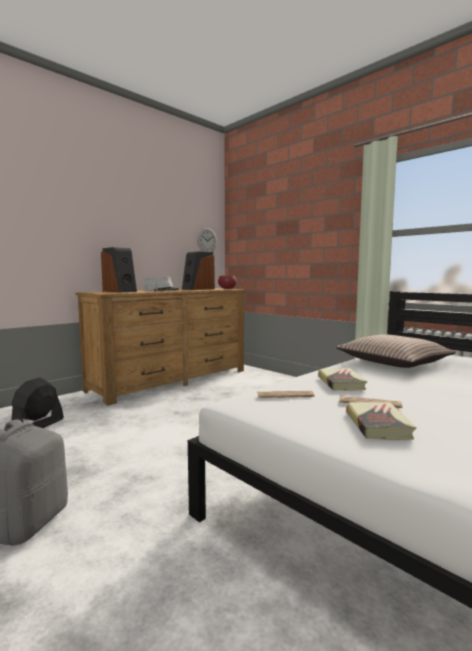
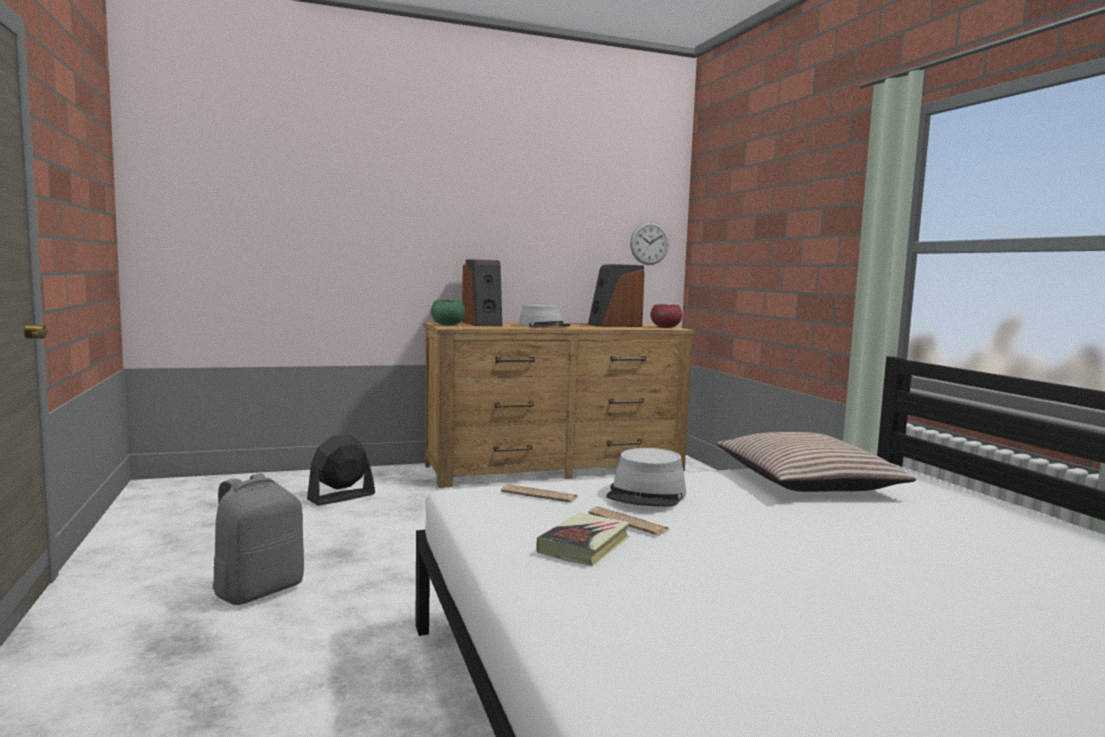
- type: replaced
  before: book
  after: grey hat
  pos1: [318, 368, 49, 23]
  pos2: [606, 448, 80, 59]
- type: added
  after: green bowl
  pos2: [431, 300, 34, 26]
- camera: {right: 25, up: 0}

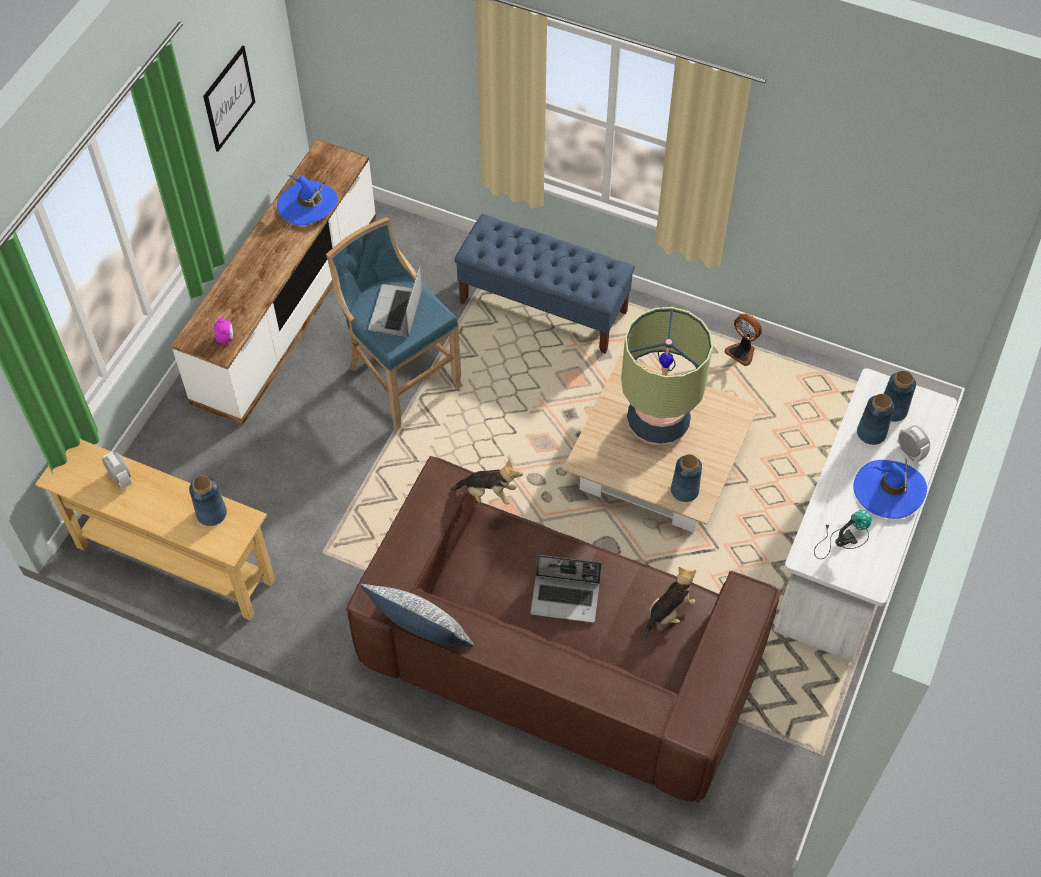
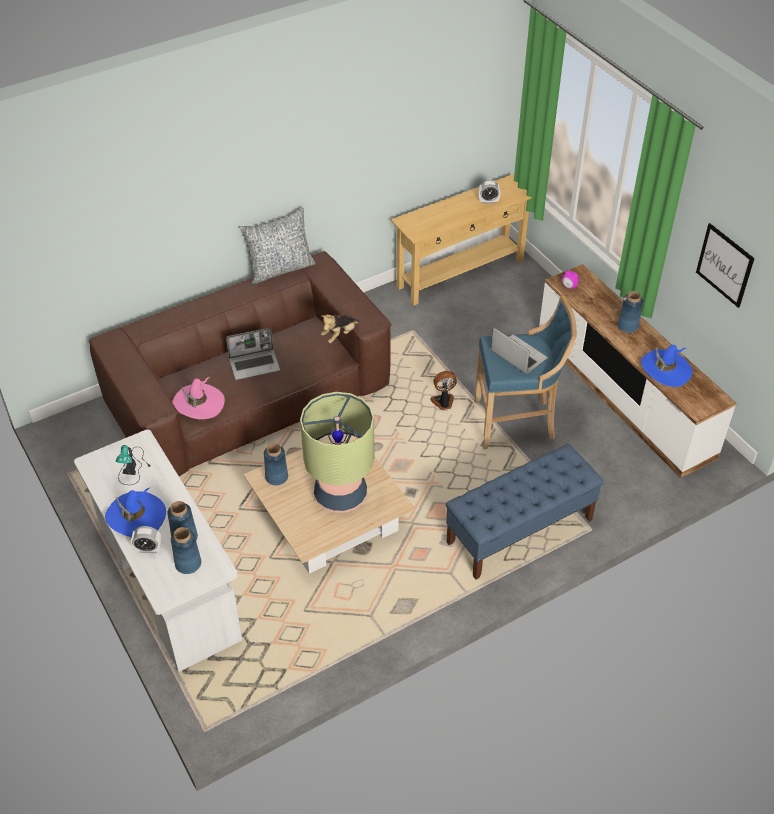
- type: moved
  before: blue vase
  pos1: [189, 475, 38, 51]
  pos2: [617, 291, 26, 42]
- type: turned
  before: laptop
  pos1: [530, 555, 72, 68]
  pos2: [226, 328, 54, 52]
  turn: -150
- type: replaced
  before: plush toy
  after: pink hat
  pos1: [644, 567, 52, 72]
  pos2: [172, 377, 53, 42]
- type: moved
  before: fan
  pos1: [724, 313, 38, 53]
  pos2: [430, 371, 27, 39]
- camera: {right: 125, up: -10}

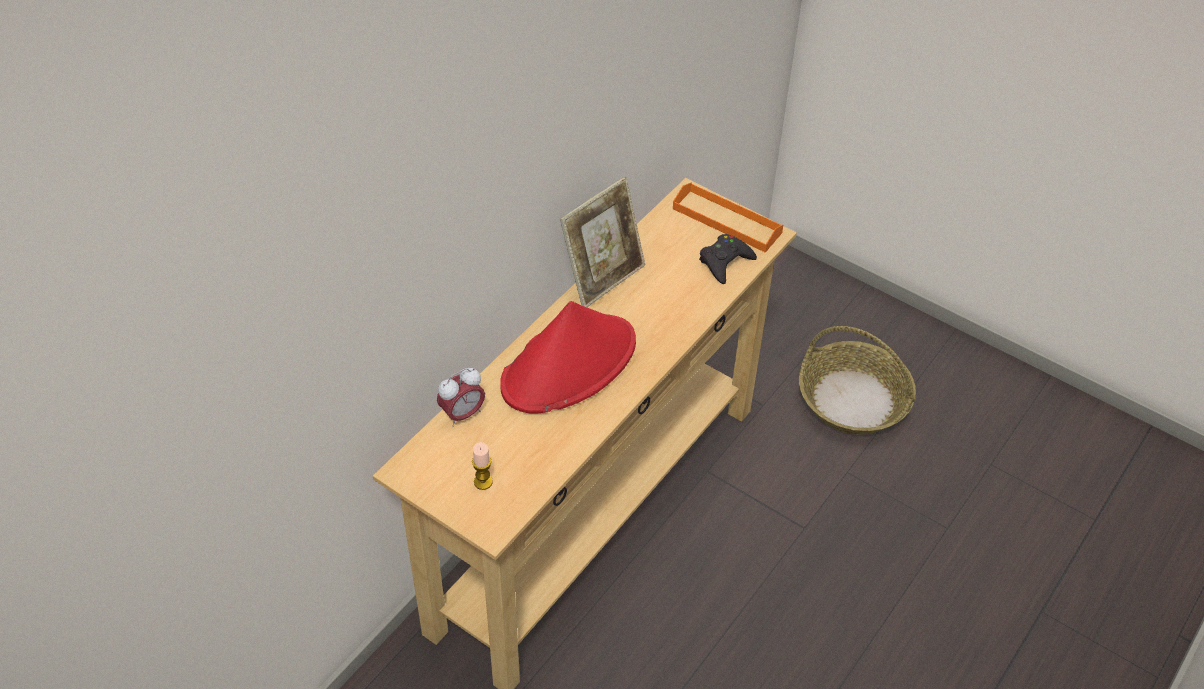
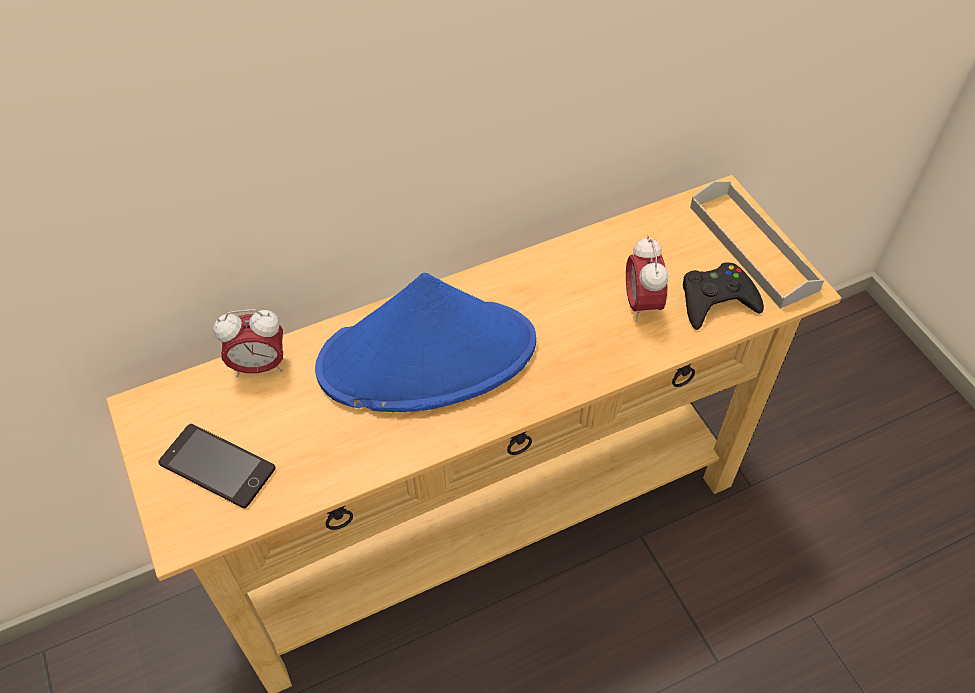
- type: replaced
  before: candle
  after: phone
  pos1: [472, 442, 21, 48]
  pos2: [158, 424, 118, 85]
- type: recoloured
  before: red hat
  after: blue hat
  pos1: [500, 301, 136, 113]
  pos2: [315, 273, 221, 139]
- type: removed
  before: picture frame
  pos1: [560, 177, 85, 130]
- type: recoloured
  before: orange tray
  after: grey tray
  pos1: [673, 183, 110, 70]
  pos2: [690, 181, 134, 128]
- type: removed
  before: basket
  pos1: [799, 326, 117, 108]
- type: added
  after: alarm clock
  pos2: [626, 236, 42, 86]
- camera: {right: 30, up: 5}

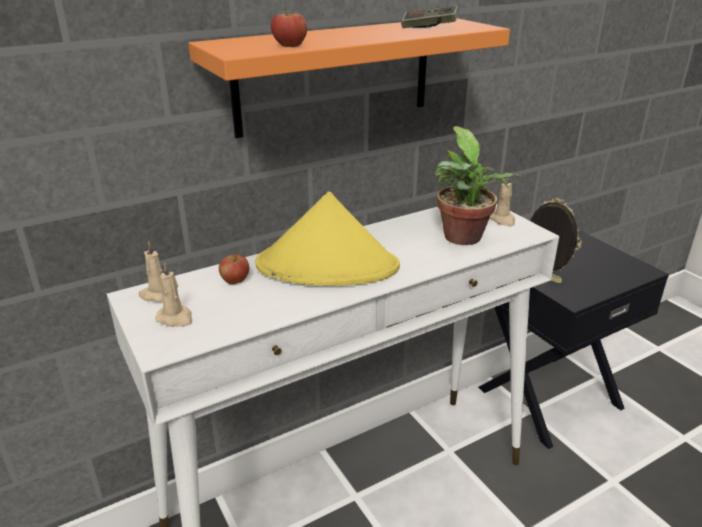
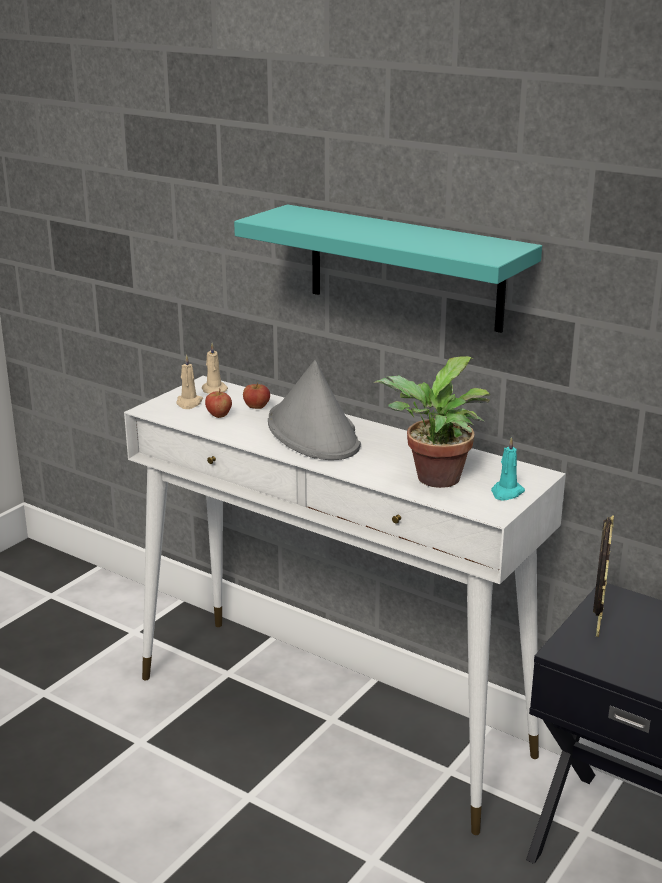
- type: recoloured
  before: orange shelf
  after: turquoise shelf
  pos1: [188, 18, 322, 120]
  pos2: [234, 204, 308, 129]
- type: recoloured
  before: yellow hat
  after: grey hat
  pos1: [255, 192, 145, 94]
  pos2: [268, 360, 93, 100]
- type: moved
  before: apple
  pos1: [271, 7, 36, 40]
  pos2: [205, 388, 27, 30]
- type: removed
  before: game controller
  pos1: [401, 6, 58, 22]
- type: recoloured
  before: beige candle
  after: turquoise candle
  pos1: [489, 178, 26, 48]
  pos2: [491, 437, 34, 63]
- camera: {right: 65, up: -5}

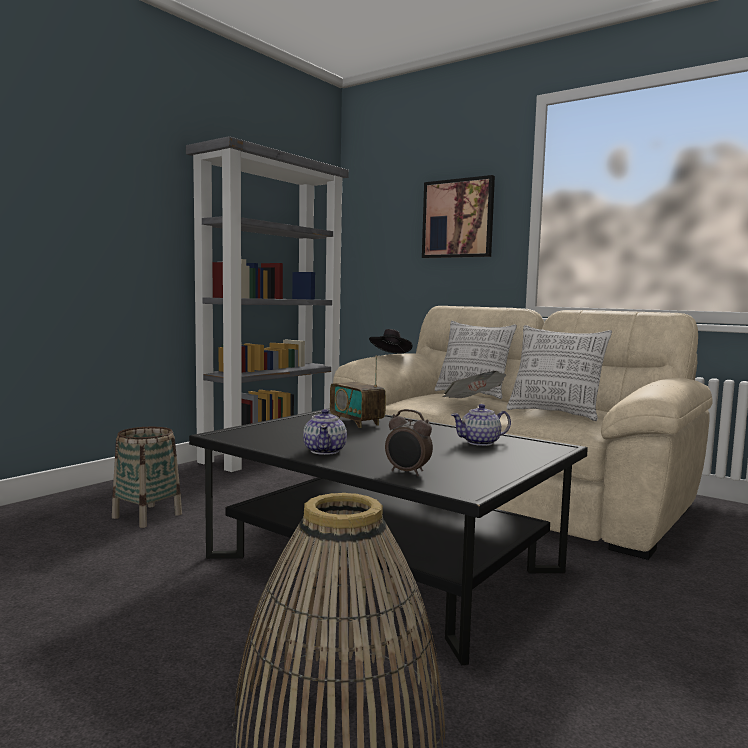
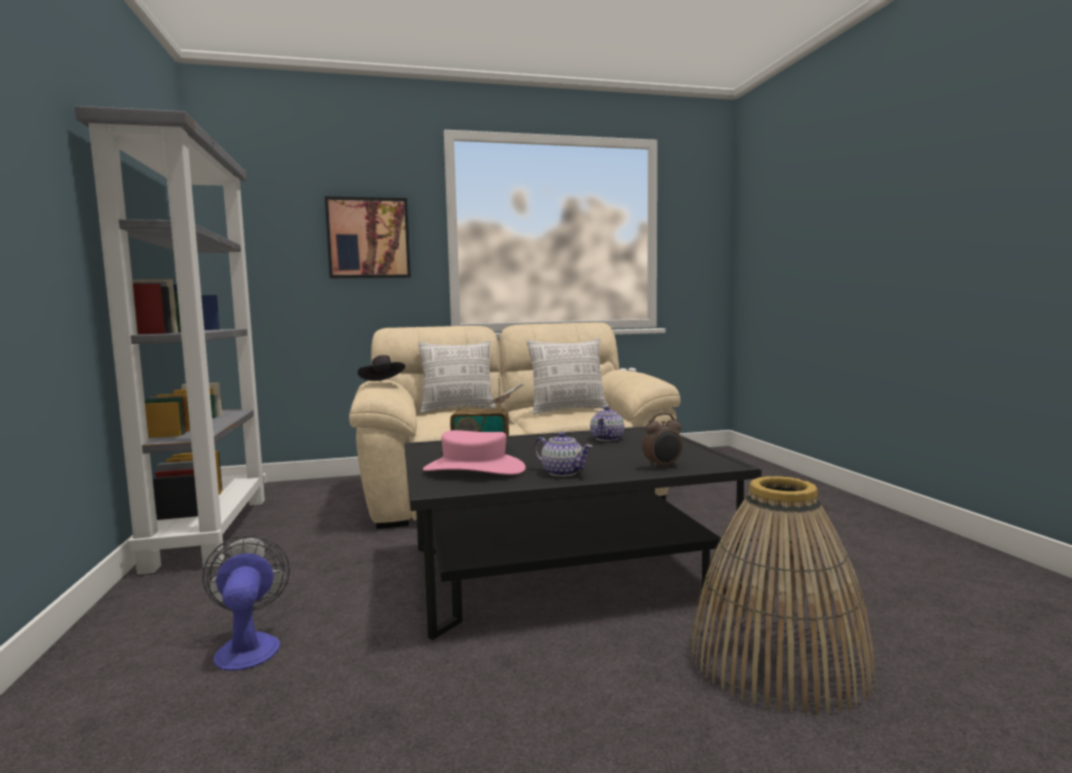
- type: replaced
  before: basket
  after: fan
  pos1: [112, 427, 70, 101]
  pos2: [202, 535, 88, 136]
- type: added
  after: pink hat
  pos2: [423, 430, 103, 45]
- camera: {right: -50, up: 0}

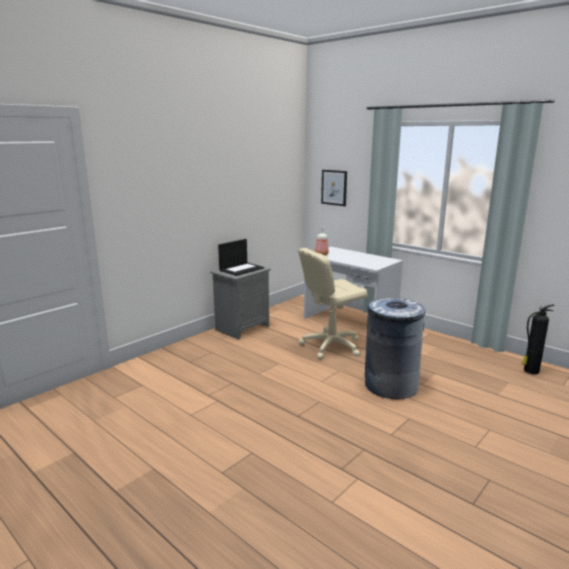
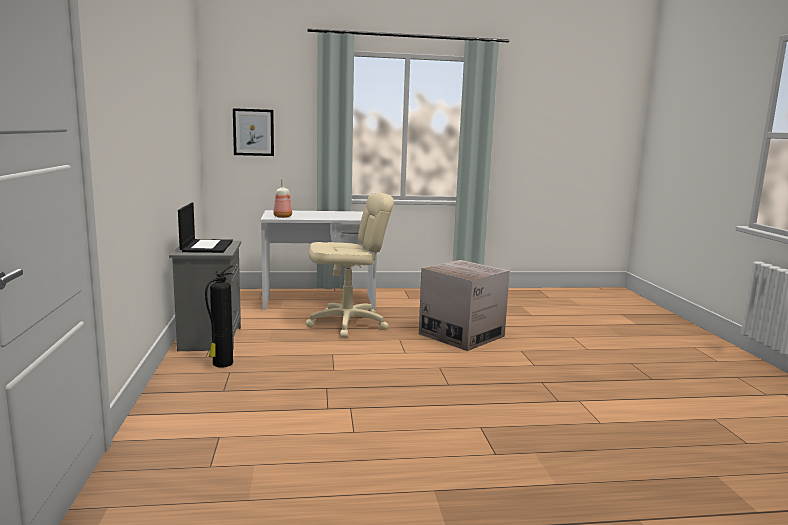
- type: turned
  before: beige office chair
  pos1: [298, 248, 70, 111]
  pos2: [306, 193, 88, 145]
  turn: -120
- type: replaced
  before: grey trash can
  after: cardboard box
  pos1: [365, 298, 60, 101]
  pos2: [419, 260, 91, 91]
- type: moved
  before: fire extinguisher
  pos1: [521, 304, 34, 71]
  pos2: [205, 265, 28, 103]
- camera: {right: -50, up: -5}

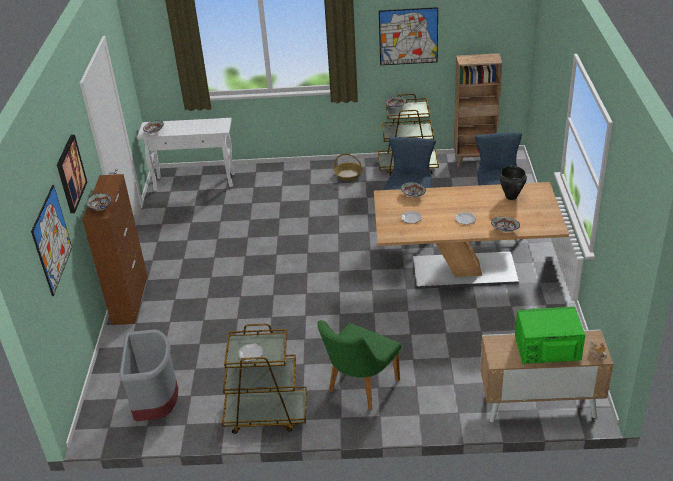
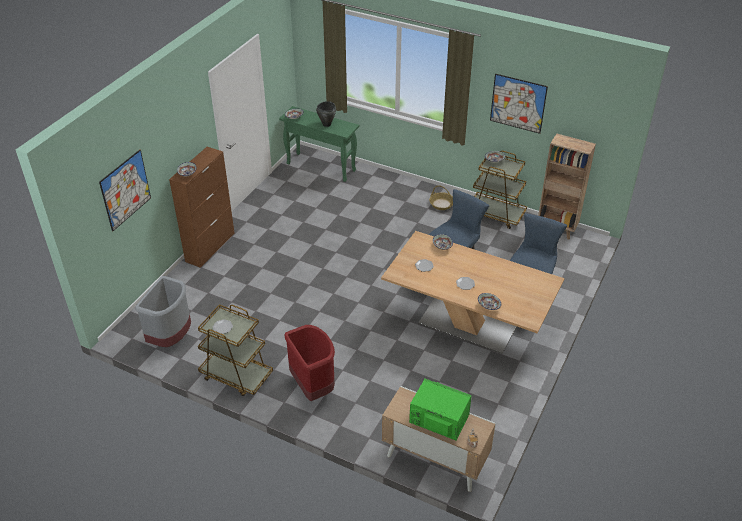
- type: removed
  before: picture
  pos1: [57, 135, 30, 78]
- type: recoloured
  before: white console table
  after: green console table
  pos1: [137, 118, 98, 73]
  pos2: [279, 106, 80, 76]
- type: replaced
  before: green chair
  after: red trash can
  pos1: [317, 320, 84, 91]
  pos2: [284, 325, 51, 76]
- type: moved
  before: black cooking pot
  pos1: [499, 166, 28, 34]
  pos2: [316, 101, 20, 26]
- camera: {right: 25, up: 5}

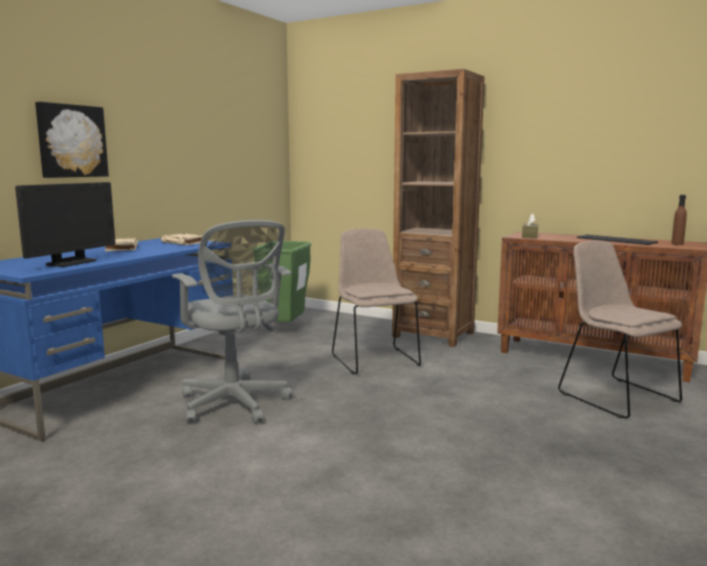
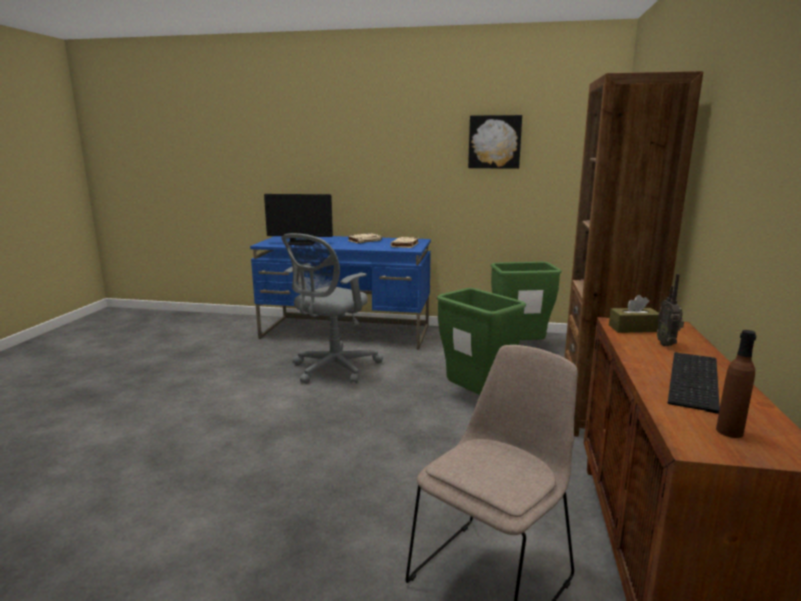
- type: moved
  before: picture
  pos1: [35, 102, 74, 76]
  pos2: [468, 115, 54, 54]
- type: replaced
  before: beige chair
  after: green trash can
  pos1: [332, 228, 89, 147]
  pos2: [437, 288, 89, 107]
- type: added
  after: radio
  pos2: [657, 274, 27, 72]
- camera: {right: 70, up: 5}

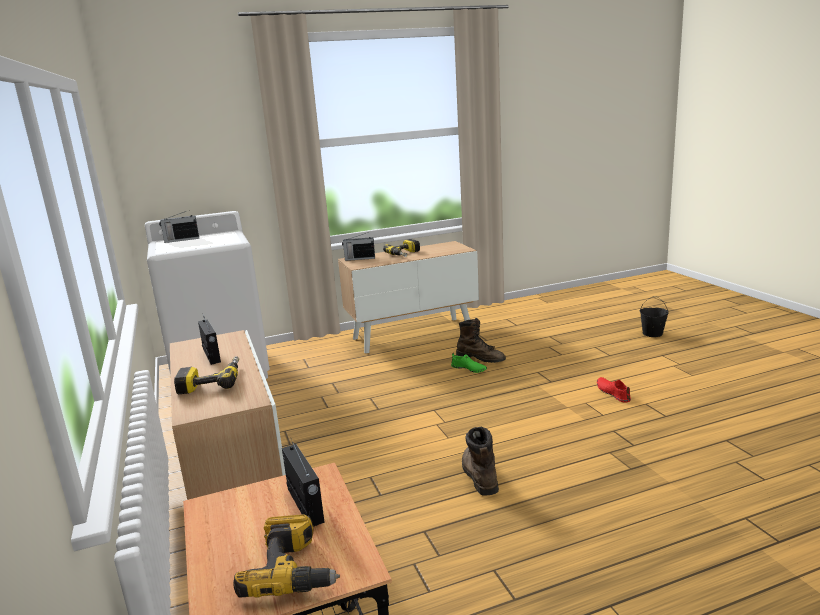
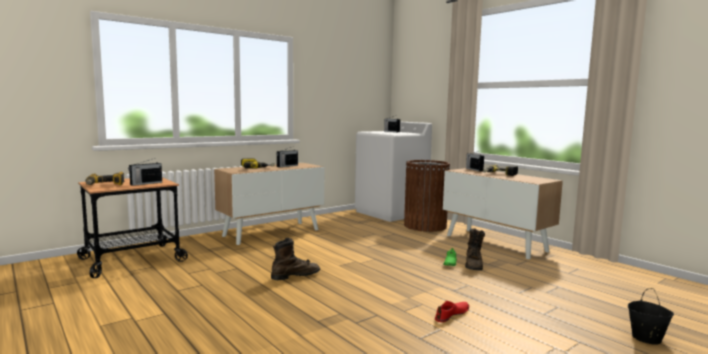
- type: added
  after: brown trash can
  pos2: [404, 160, 46, 72]
- camera: {right: 70, up: -10}

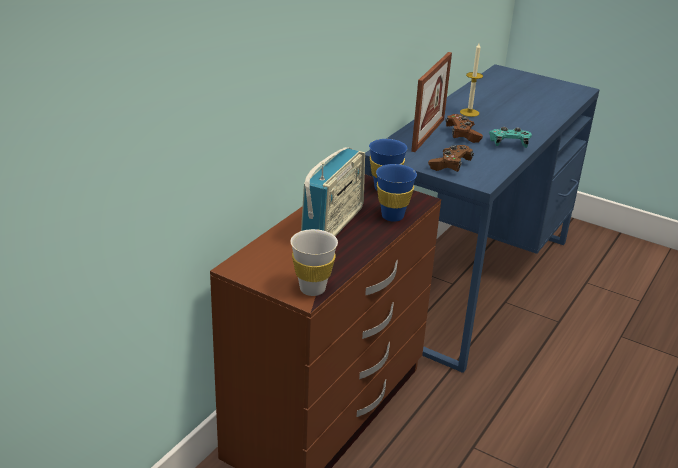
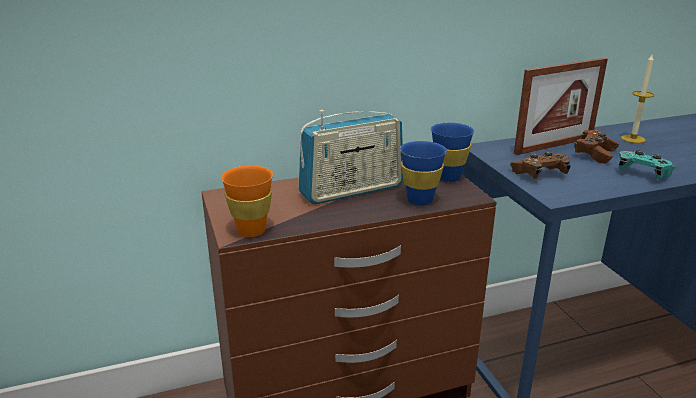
- type: recoloured
  before: white cup
  after: orange cup
  pos1: [290, 229, 48, 67]
  pos2: [221, 166, 52, 71]
- camera: {right: 40, up: -5}

